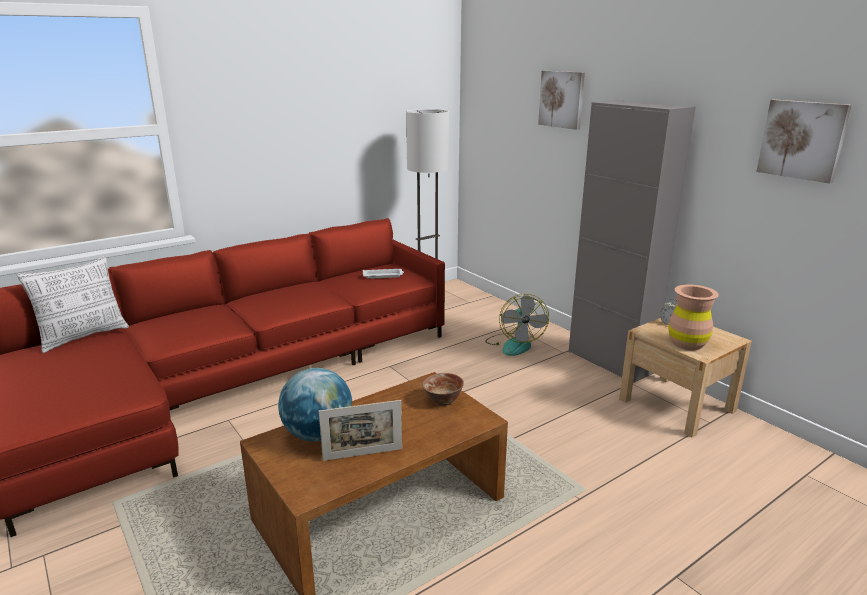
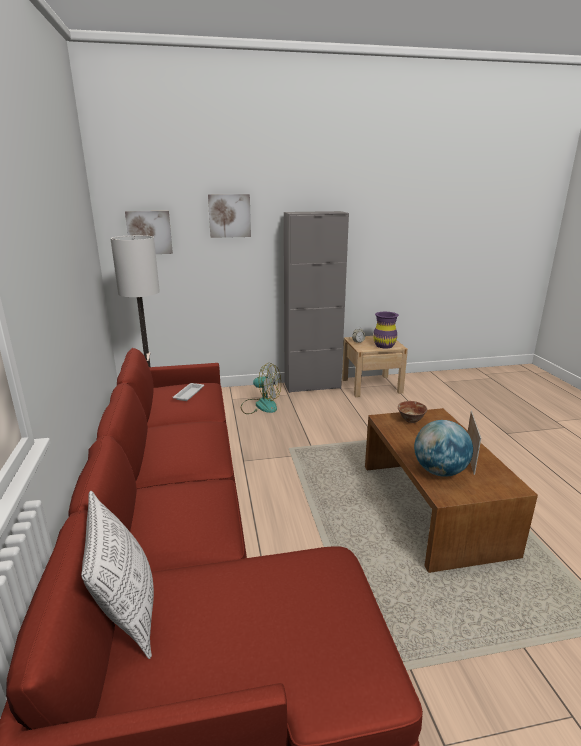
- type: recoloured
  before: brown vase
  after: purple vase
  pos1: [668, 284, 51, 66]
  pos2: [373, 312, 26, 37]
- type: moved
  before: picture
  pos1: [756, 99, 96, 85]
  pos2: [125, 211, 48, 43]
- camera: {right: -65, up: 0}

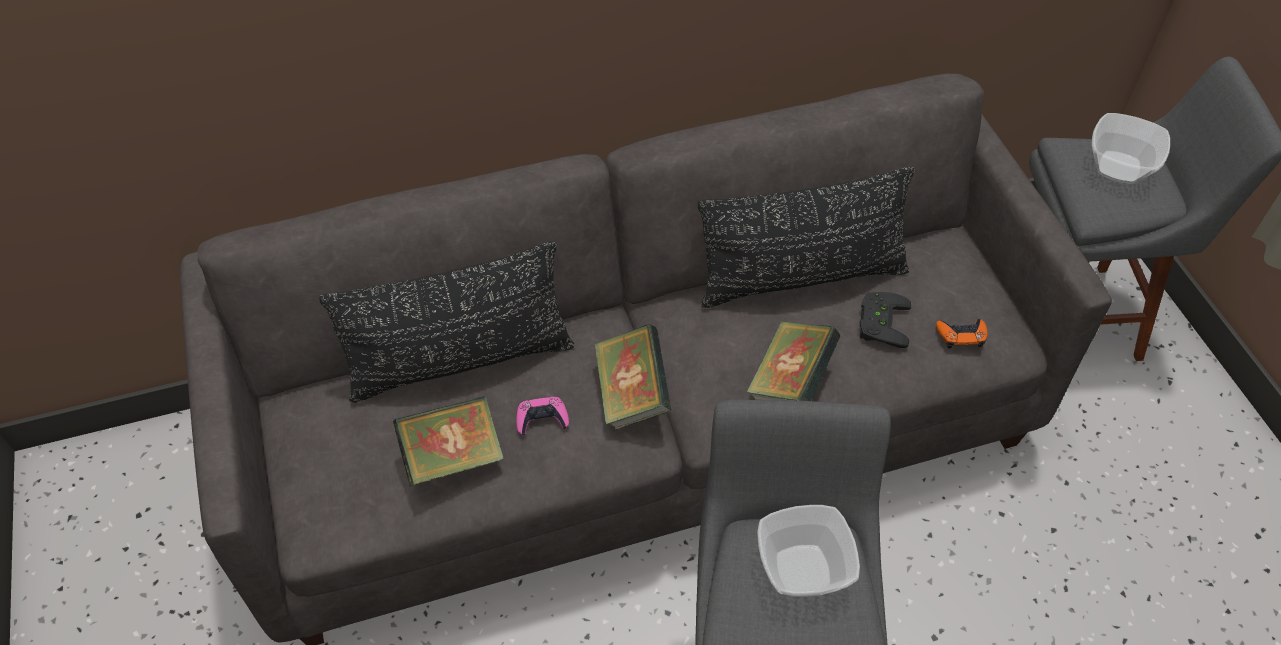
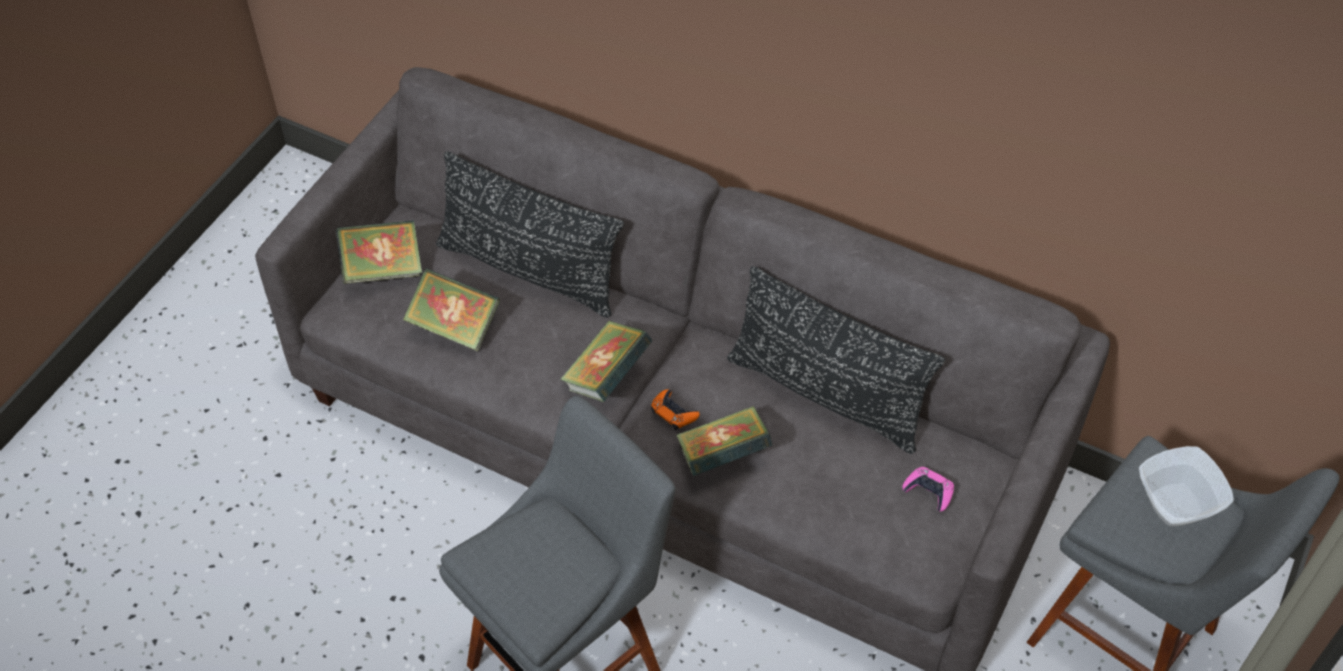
- type: moved
  before: pink game controller
  pos1: [516, 396, 53, 39]
  pos2: [902, 467, 52, 44]
- type: removed
  before: bowl
  pos1: [757, 505, 103, 92]
- type: removed
  before: black game controller
  pos1: [860, 292, 51, 56]
- type: moved
  before: orange game controller
  pos1: [936, 319, 51, 29]
  pos2: [651, 389, 49, 42]
- type: added
  after: book
  pos2: [336, 220, 86, 64]
- camera: {right: 45, up: 0}

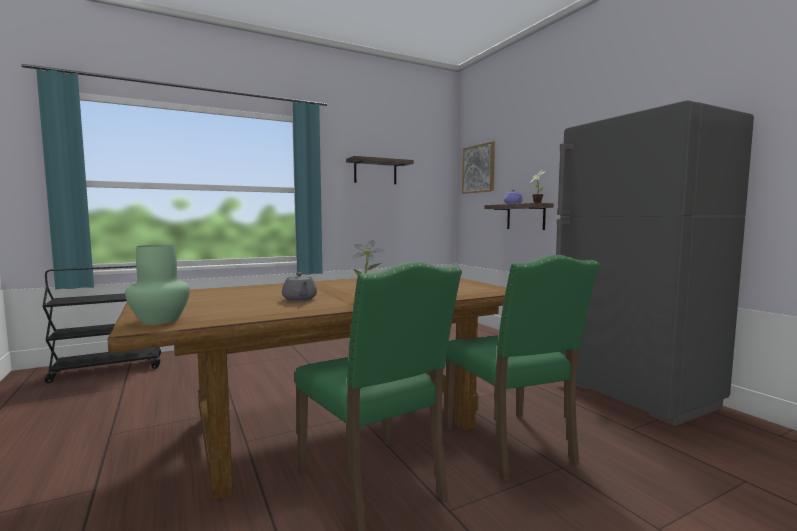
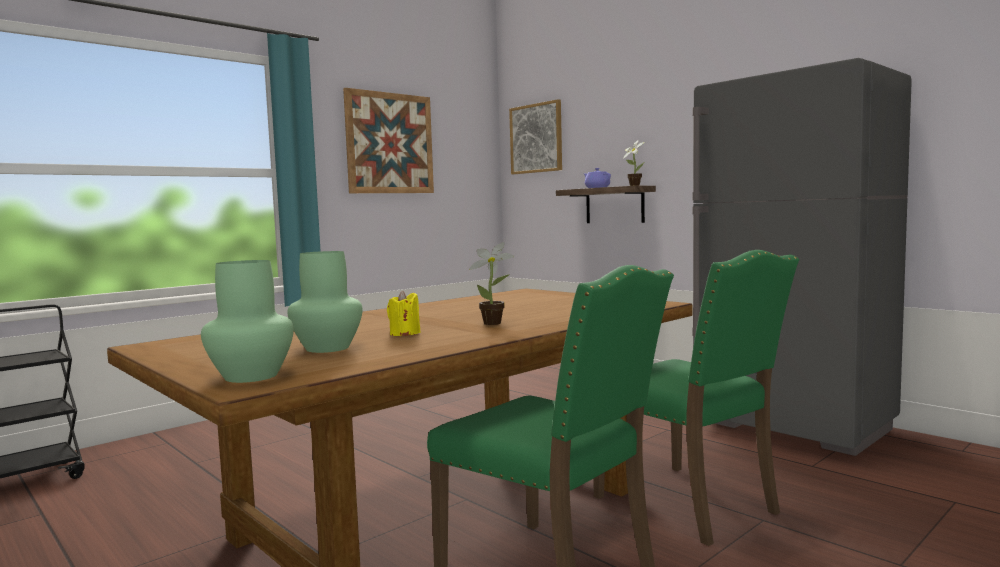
- type: replaced
  before: grey teapot
  after: yellow candle
  pos1: [282, 272, 35, 29]
  pos2: [387, 291, 34, 45]
- type: replaced
  before: shelf
  after: picture
  pos1: [346, 156, 68, 28]
  pos2: [343, 88, 91, 105]
- type: added
  after: green vase
  pos2: [287, 251, 76, 102]
- camera: {right: -15, up: 0}

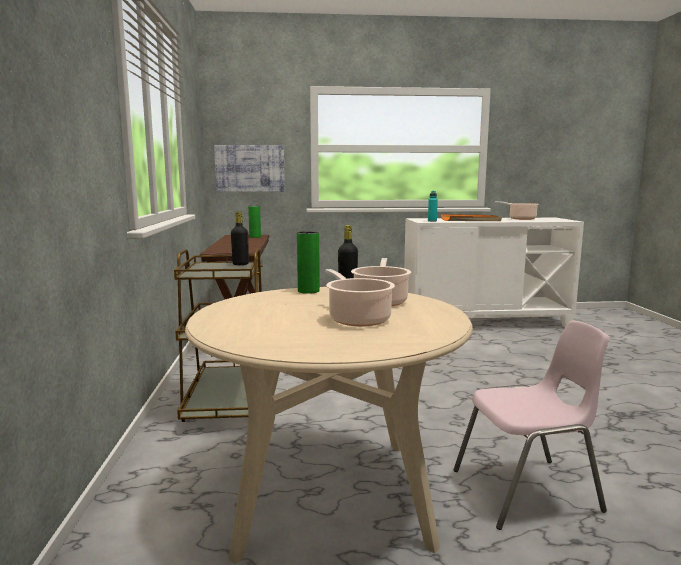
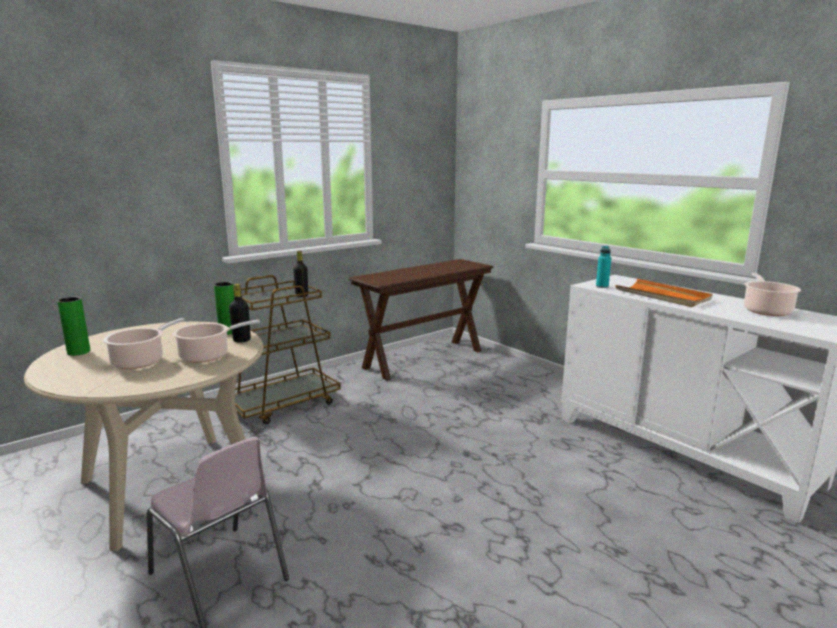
- type: removed
  before: picture
  pos1: [214, 145, 71, 47]
- type: moved
  before: green vase
  pos1: [248, 205, 13, 33]
  pos2: [57, 297, 33, 59]
- camera: {right: 55, up: 5}

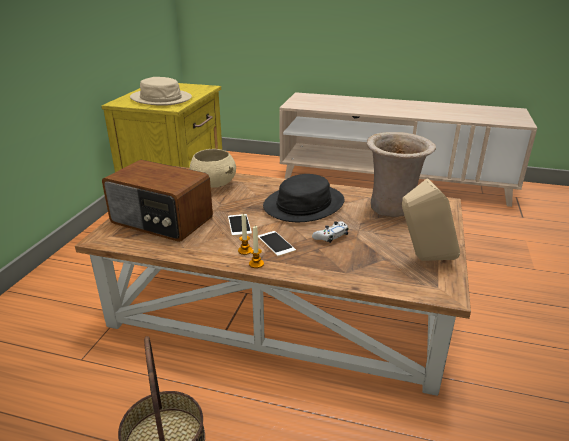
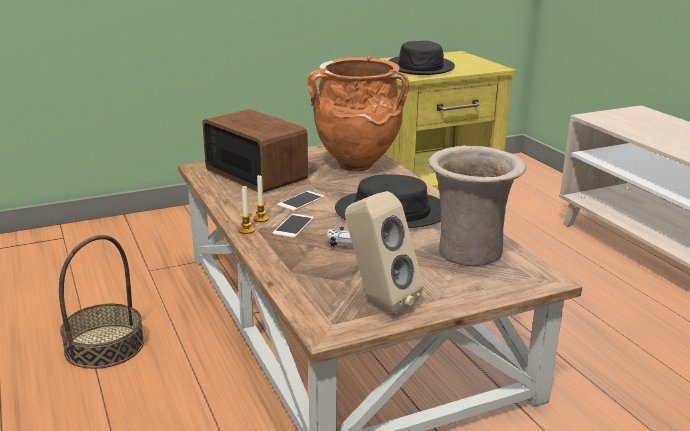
- type: turned
  before: radio
  pos1: [102, 160, 111, 82]
  pos2: [202, 109, 106, 84]
  turn: 150
- type: recoloured
  before: beige hat
  after: black hat
  pos1: [130, 77, 62, 29]
  pos2: [389, 41, 66, 34]
- type: replaced
  before: beige bowl
  after: orange vase
  pos1: [190, 149, 46, 39]
  pos2: [307, 56, 102, 115]
- camera: {right: 50, up: -5}

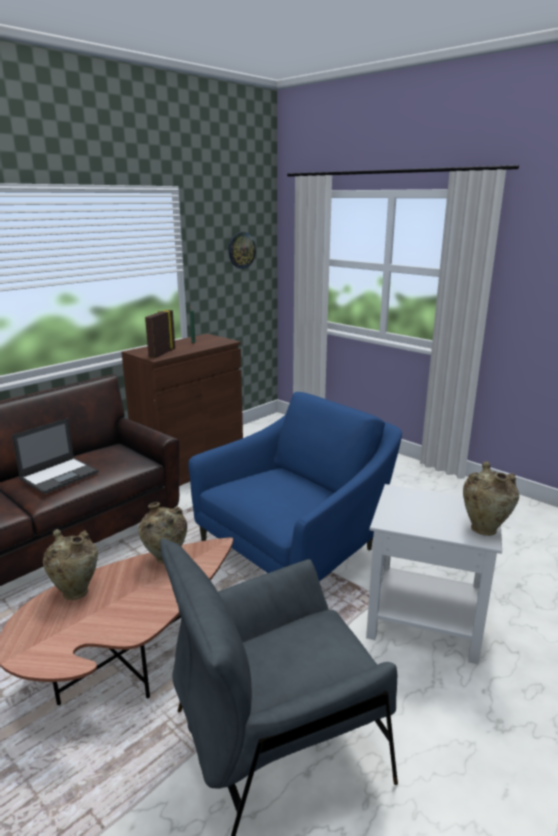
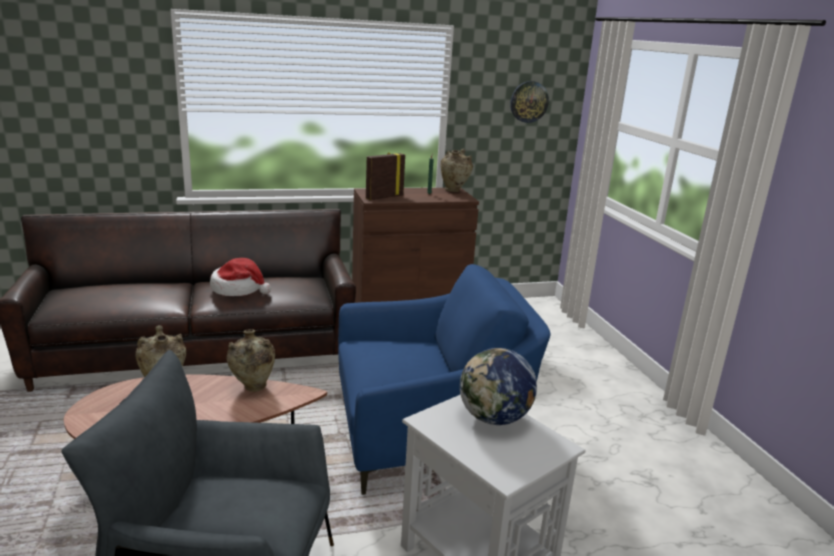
- type: replaced
  before: laptop
  after: hat
  pos1: [12, 418, 87, 76]
  pos2: [210, 258, 61, 38]
- type: moved
  before: beige vase
  pos1: [463, 461, 56, 75]
  pos2: [440, 149, 33, 43]
- type: added
  after: globe
  pos2: [460, 348, 77, 77]
- camera: {right: 30, up: 0}

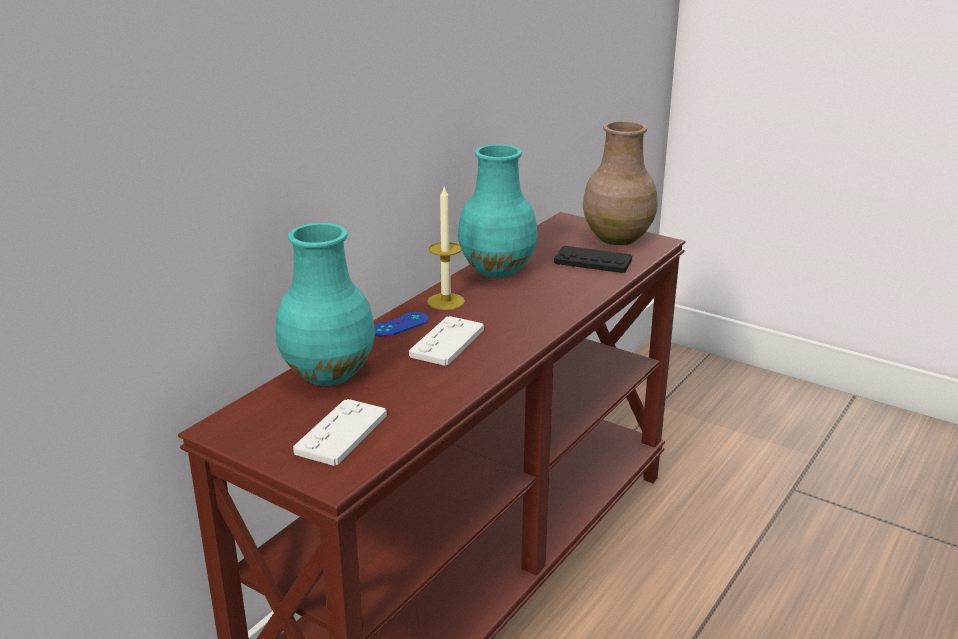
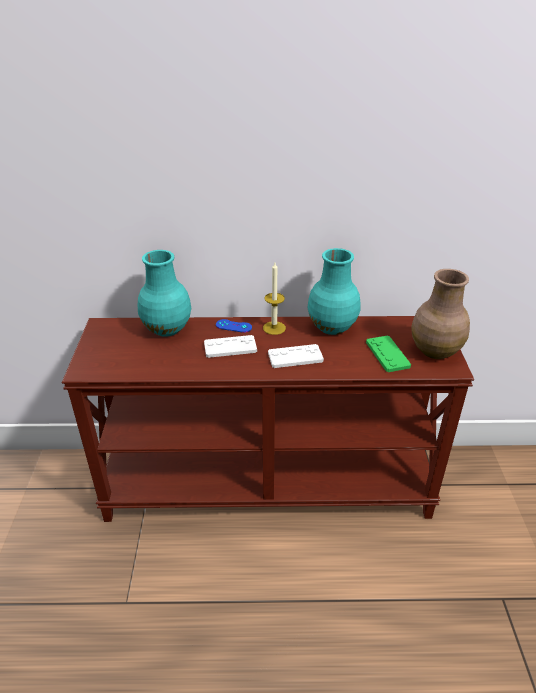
- type: moved
  before: white game controller
  pos1: [293, 399, 94, 67]
  pos2: [268, 344, 56, 24]
- type: recoloured
  before: black game controller
  after: green game controller
  pos1: [554, 246, 78, 27]
  pos2: [366, 335, 45, 37]
- camera: {right: 55, up: 10}

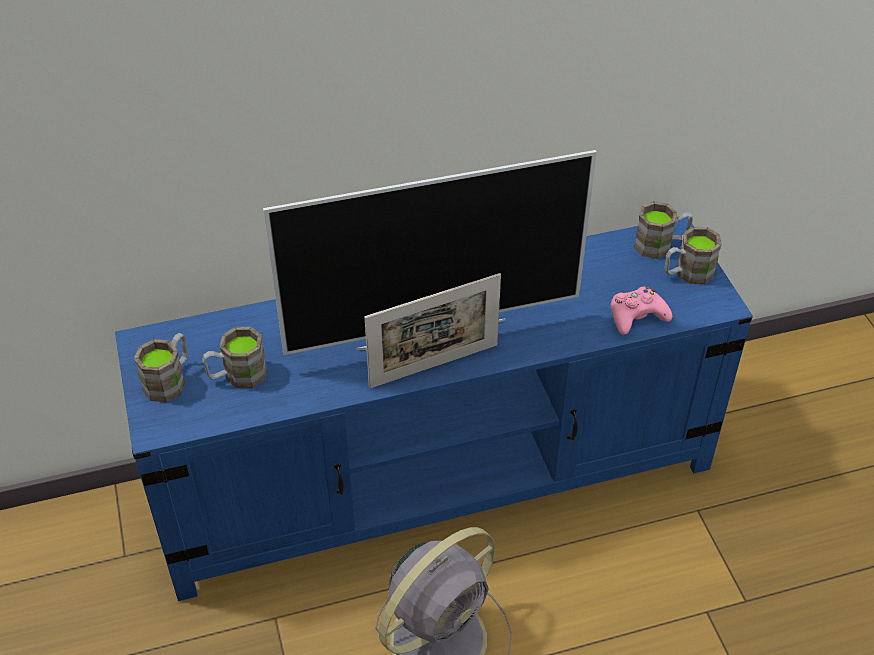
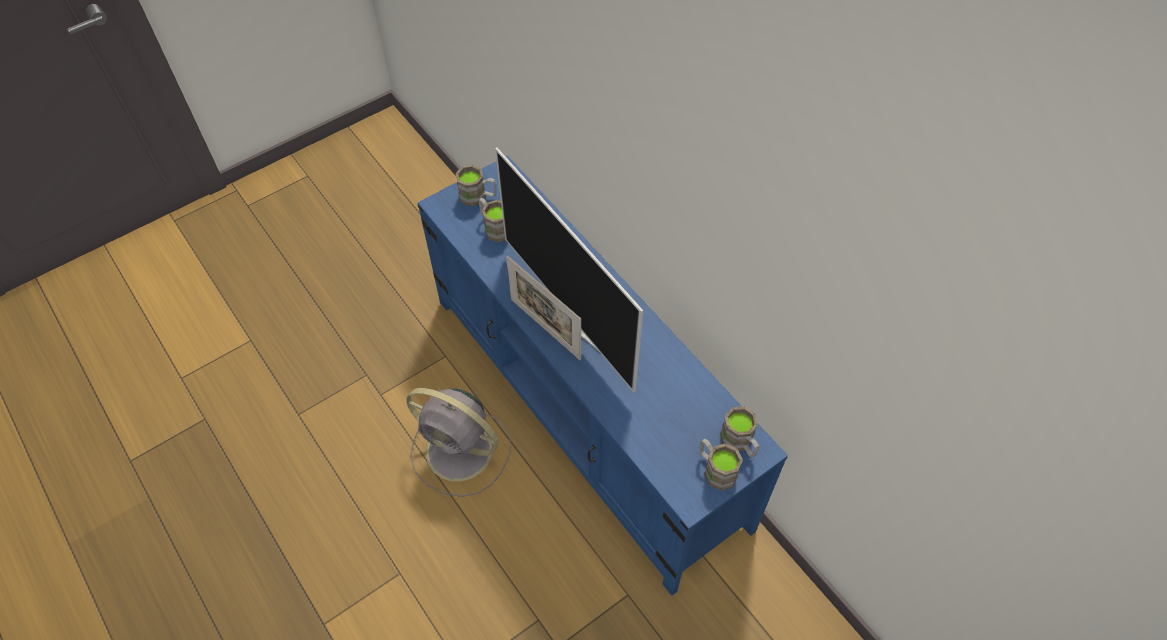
- type: removed
  before: pink game controller
  pos1: [611, 287, 62, 48]
- camera: {right: 70, up: 10}

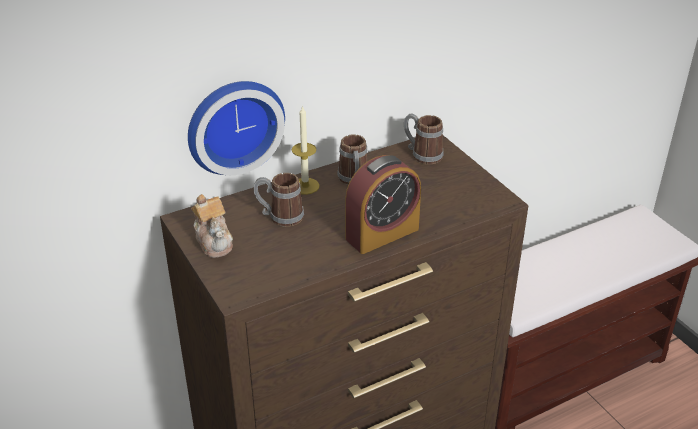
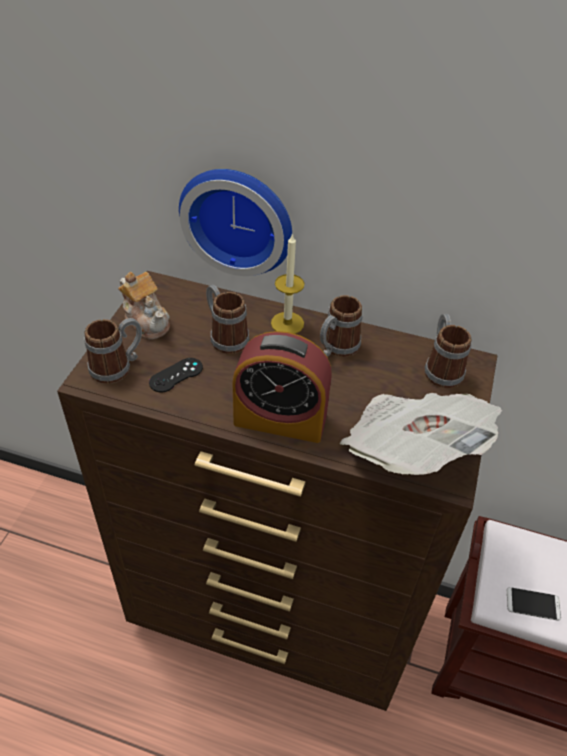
- type: turned
  before: teapot
  pos1: [191, 194, 42, 64]
  pos2: [118, 272, 52, 68]
  turn: -60
- type: added
  after: mug
  pos2: [84, 318, 58, 66]
- type: added
  after: black game controller
  pos2: [149, 358, 54, 34]
- type: added
  after: newspaper
  pos2: [340, 393, 162, 82]
- type: added
  after: phone
  pos2: [507, 587, 54, 34]
- camera: {right: 45, up: 10}

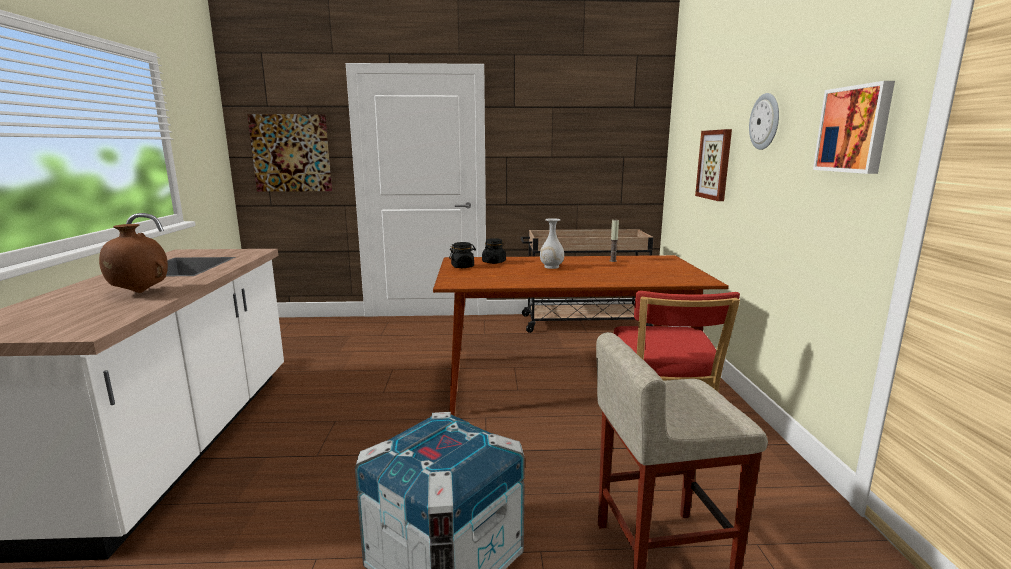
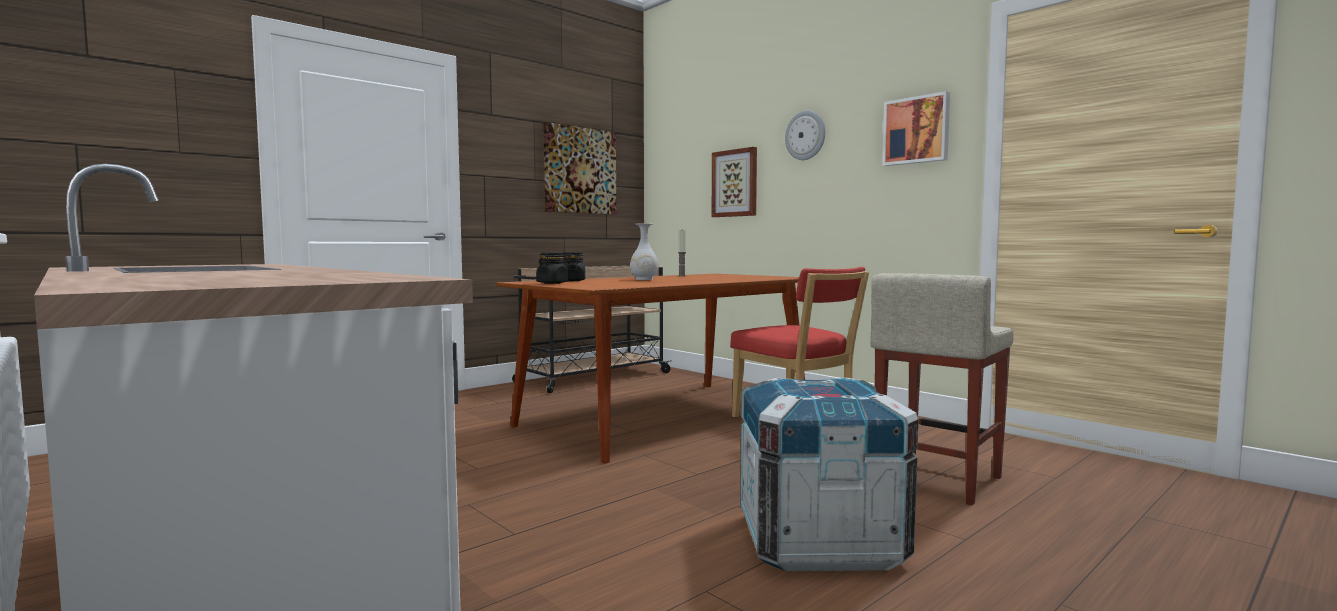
- type: removed
  before: brown vase
  pos1: [99, 224, 69, 69]
- type: moved
  before: picture
  pos1: [247, 114, 85, 78]
  pos2: [543, 122, 73, 92]
- camera: {right: -40, up: -10}

